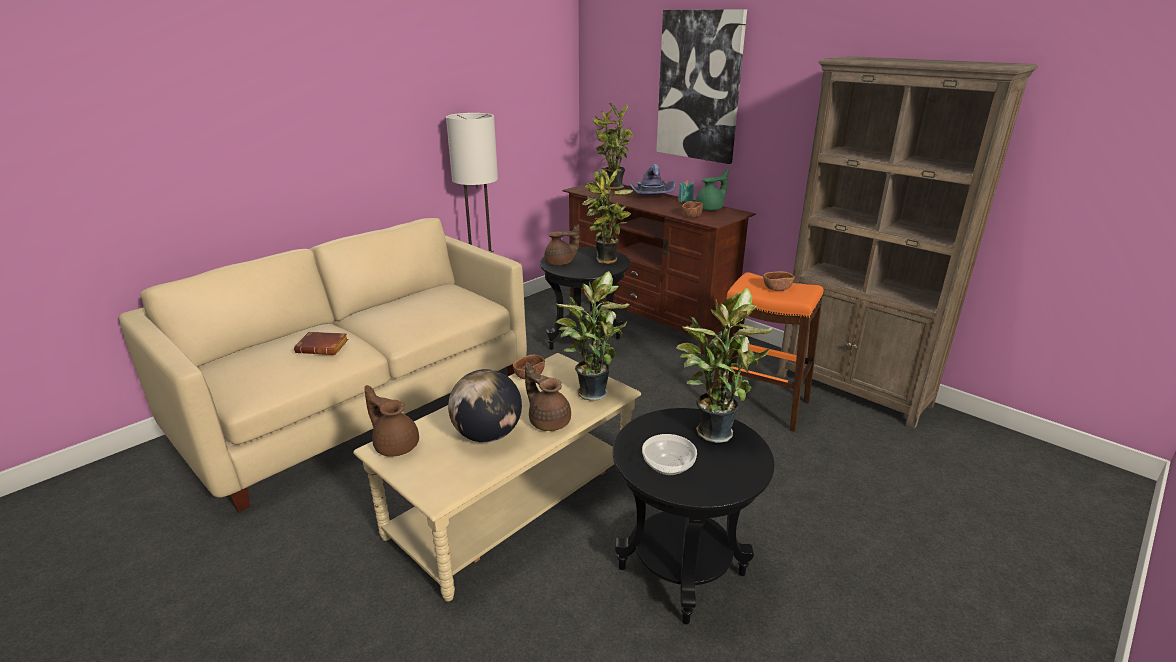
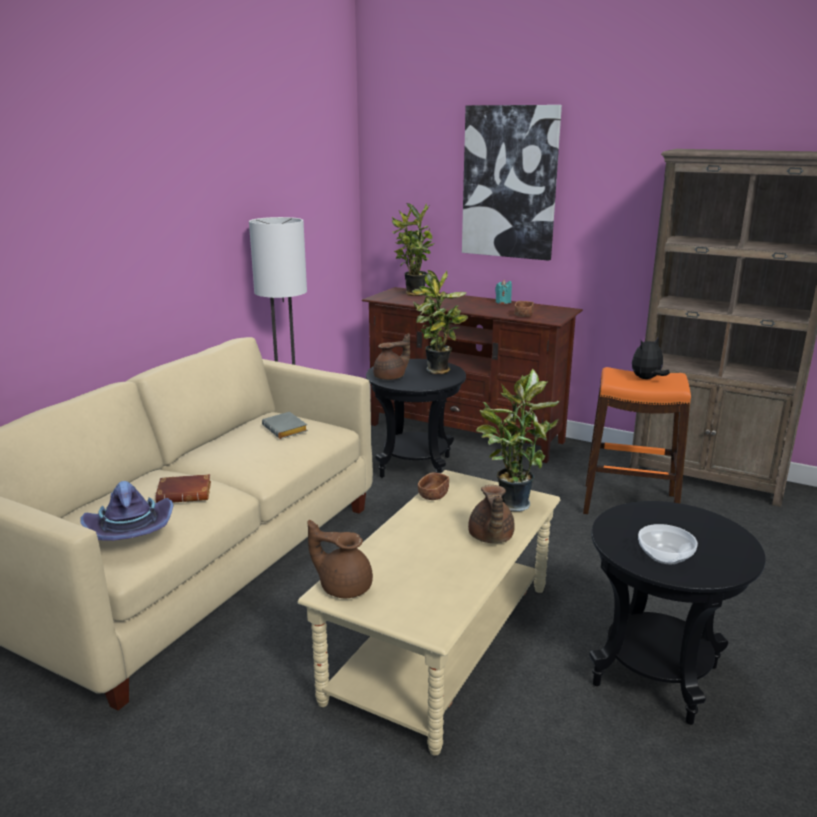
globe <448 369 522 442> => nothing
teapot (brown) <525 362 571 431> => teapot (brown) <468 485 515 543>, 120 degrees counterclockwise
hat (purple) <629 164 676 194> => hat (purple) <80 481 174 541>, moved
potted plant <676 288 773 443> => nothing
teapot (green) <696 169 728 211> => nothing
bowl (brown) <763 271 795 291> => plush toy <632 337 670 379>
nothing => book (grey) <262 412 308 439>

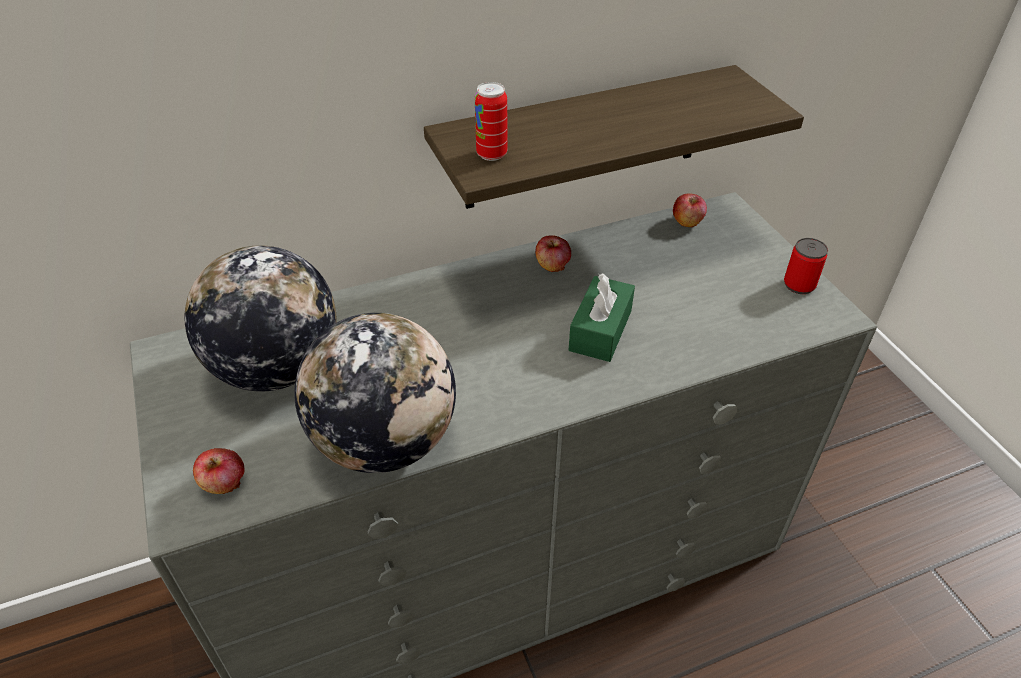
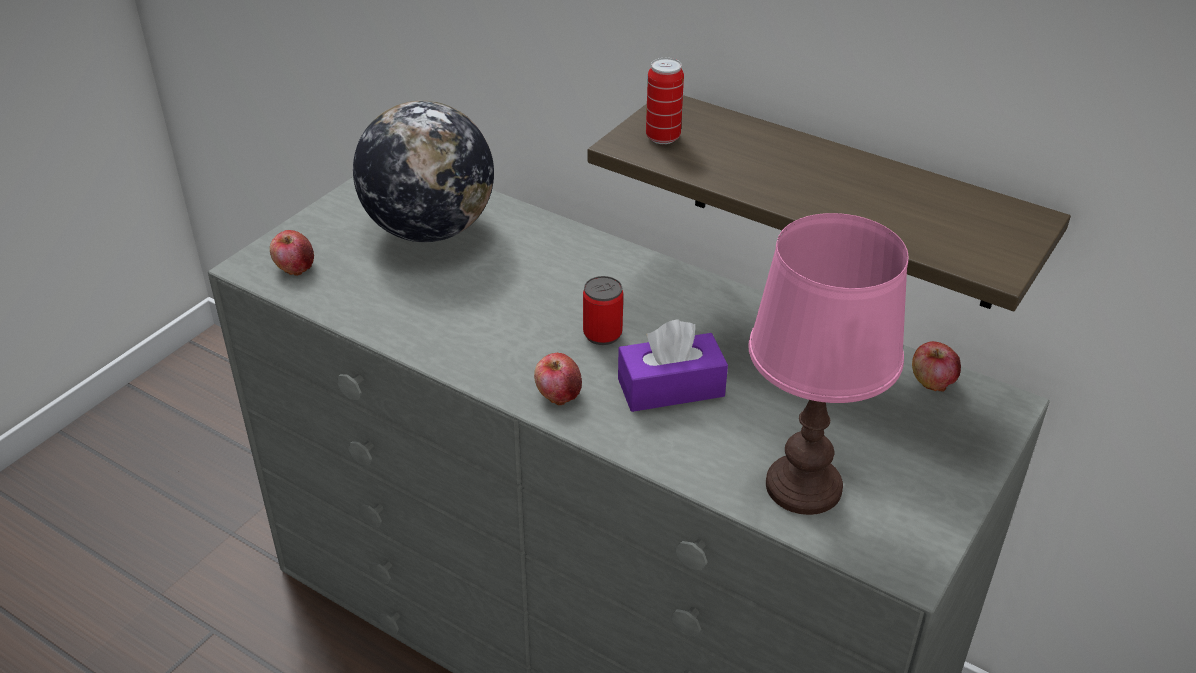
globe <294 313 456 473> => nothing
apple <535 235 571 272> => apple <534 353 582 406>, moved
tissue box (green) <569 273 635 362> => tissue box (purple) <618 319 728 412>
can <784 238 828 294> => can <583 276 623 345>, moved
nothing => table lamp (pink) <748 213 908 515>

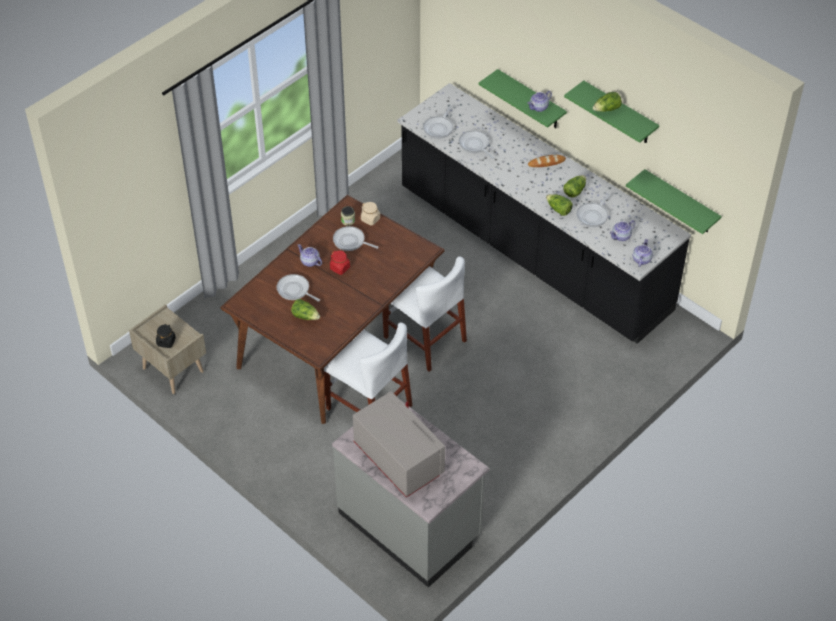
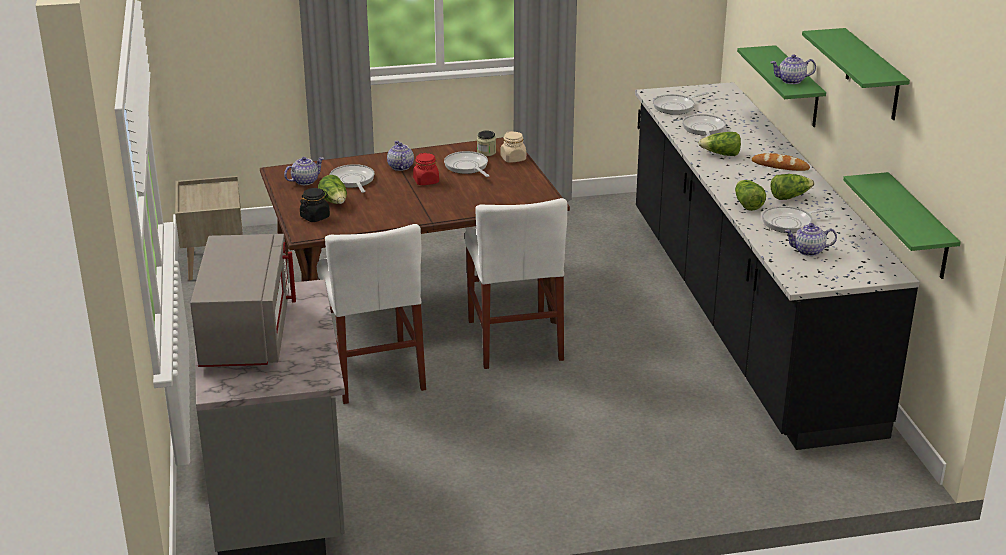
jar (black) <156 324 176 348> => jar (black) <300 188 330 222>, moved
lettuce <593 92 622 112> => lettuce <698 132 741 156>, moved
teapot <633 239 653 267> => teapot <284 157 324 185>, moved

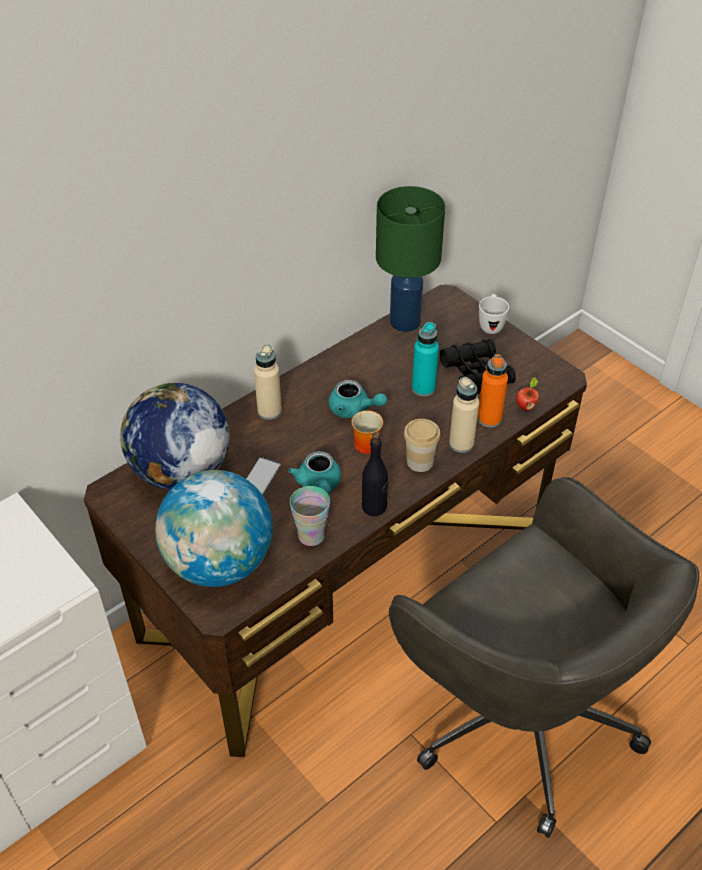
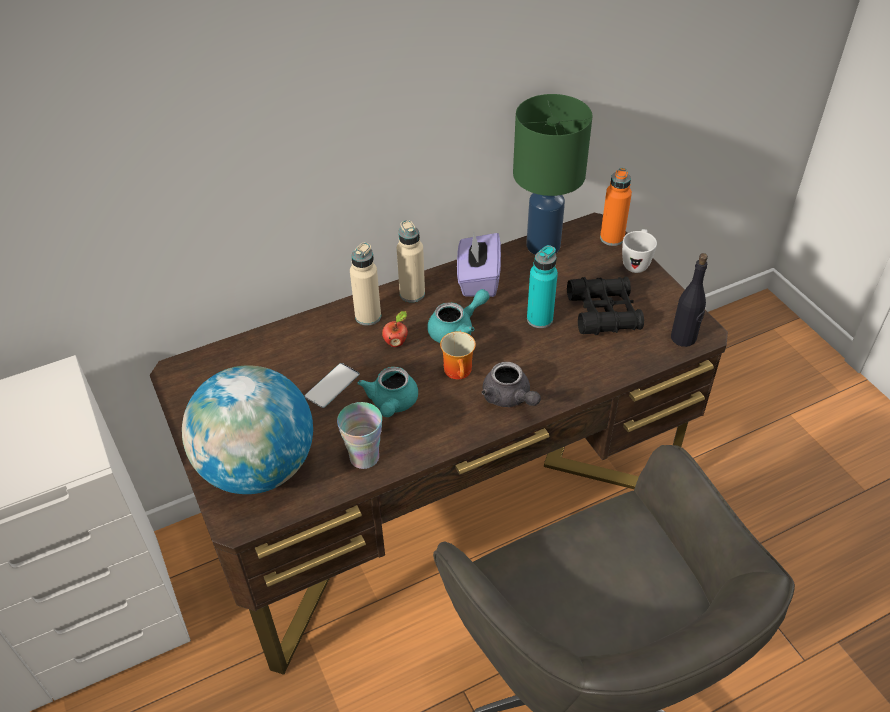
globe <119 383 230 490> => nothing
teapot (turquoise) <328 380 387 418> => teapot (turquoise) <427 289 489 343>, 75 degrees counterclockwise
bottle (black) <362 432 389 517> => bottle (black) <671 253 708 347>, moved
cup <404 419 441 472> => teapot (grey) <482 362 541 407>
bottle (beige) <449 377 479 453> => bottle (beige) <397 220 425 303>, moved
bottle (orange) <477 354 508 428> => bottle (orange) <600 168 632 246>, moved
apple <516 377 539 411> => apple <382 311 408 347>, moved
nothing => tissue box (purple) <457 232 501 297>

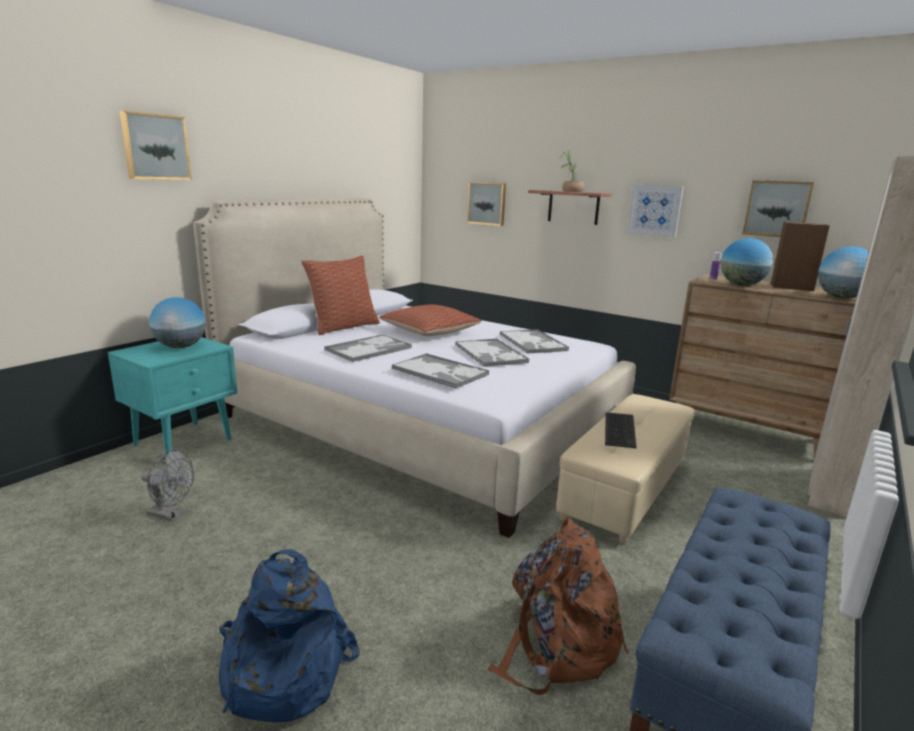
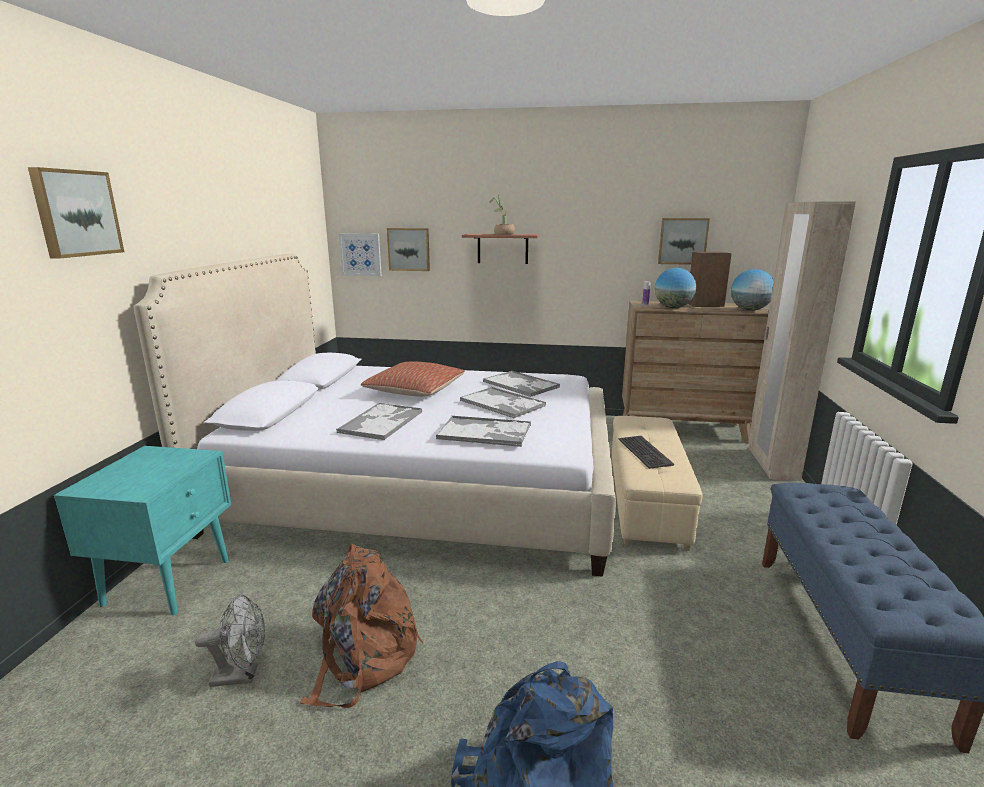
globe <149 297 206 348> => nothing
pillow <301 256 380 335> => nothing
backpack (brown) <488 517 628 695> => backpack (brown) <300 543 423 708>, moved
picture <627 184 684 237> => picture <338 234 382 276>, moved

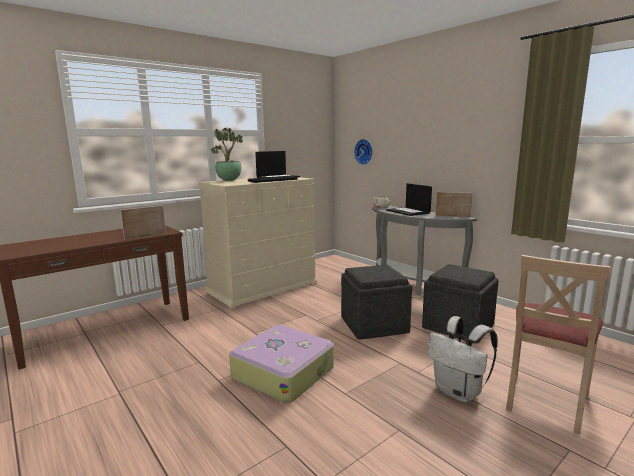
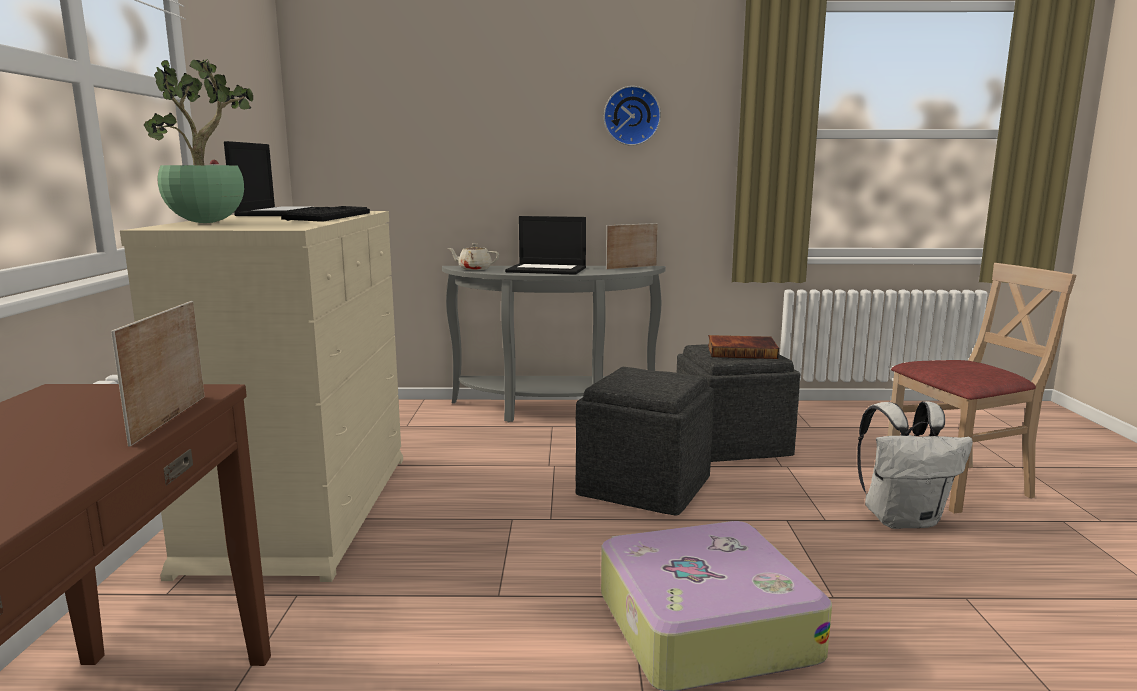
wall clock <354 139 373 165> => wall clock <604 86 661 146>, moved
chair (beige) <506 255 611 435> => chair (beige) <888 263 1077 514>, 90 degrees counterclockwise
nothing => book <708 335 779 359>

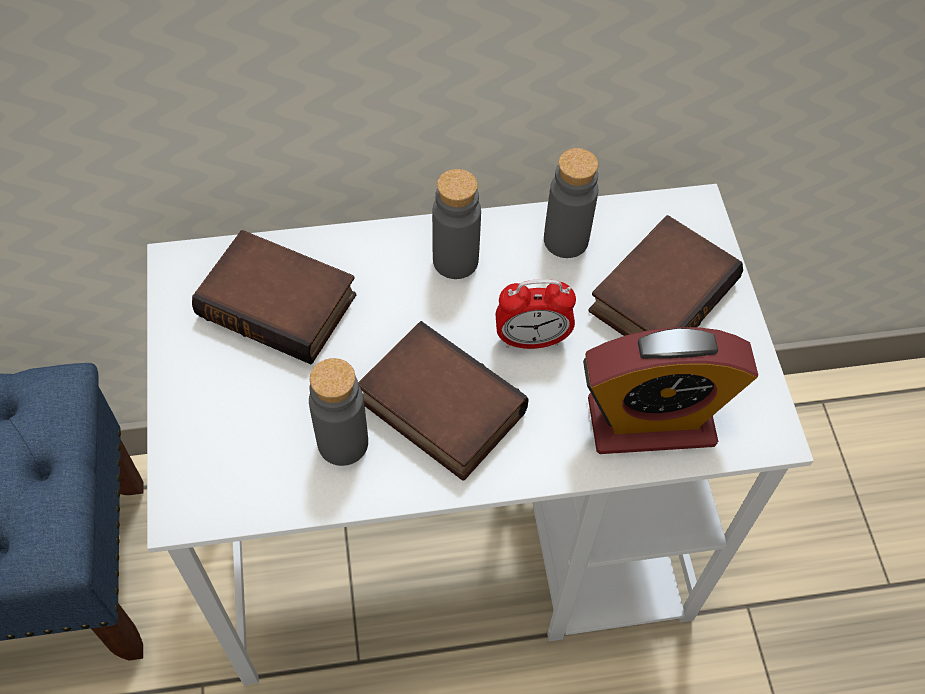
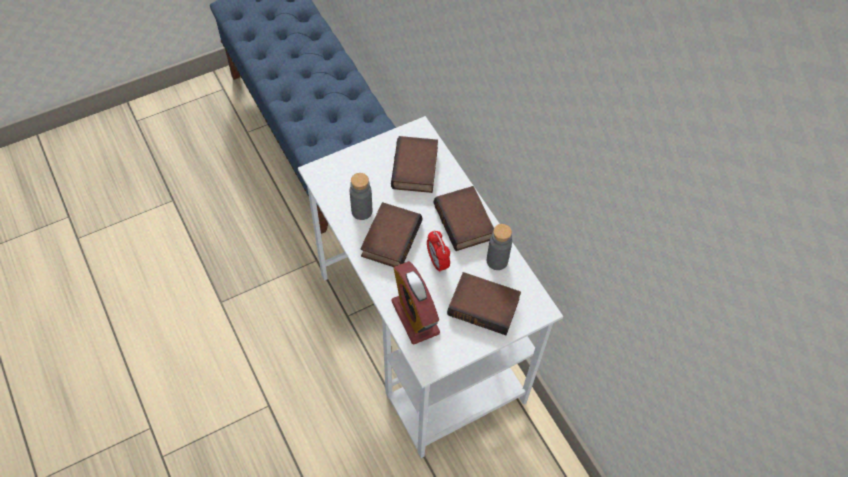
bottle (grey) <432 169 481 279> => book <434 186 494 251>

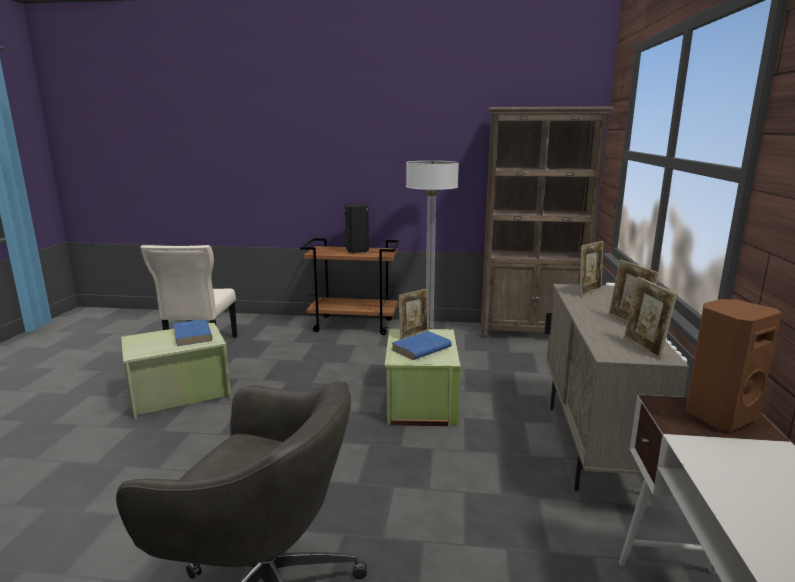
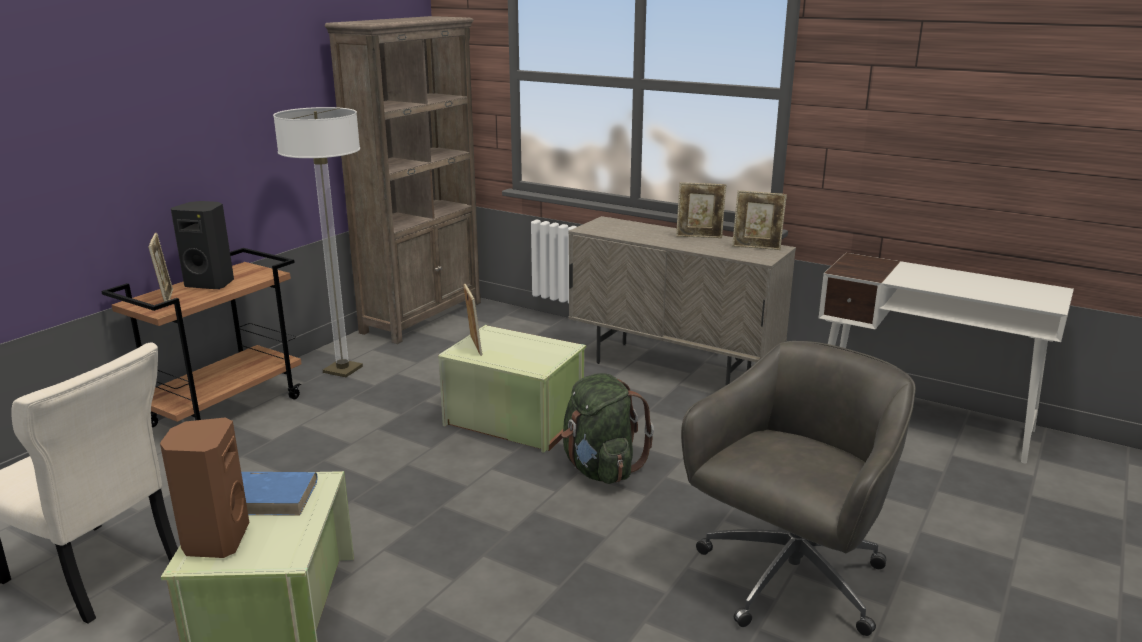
book (blue) <392 331 452 360> => nothing
picture frame <579 241 604 296> => picture frame <148 233 173 307>, moved
speaker (brown) <686 299 782 431> => speaker (brown) <160 417 249 558>, moved
nothing => backpack (green) <561 373 654 484>

